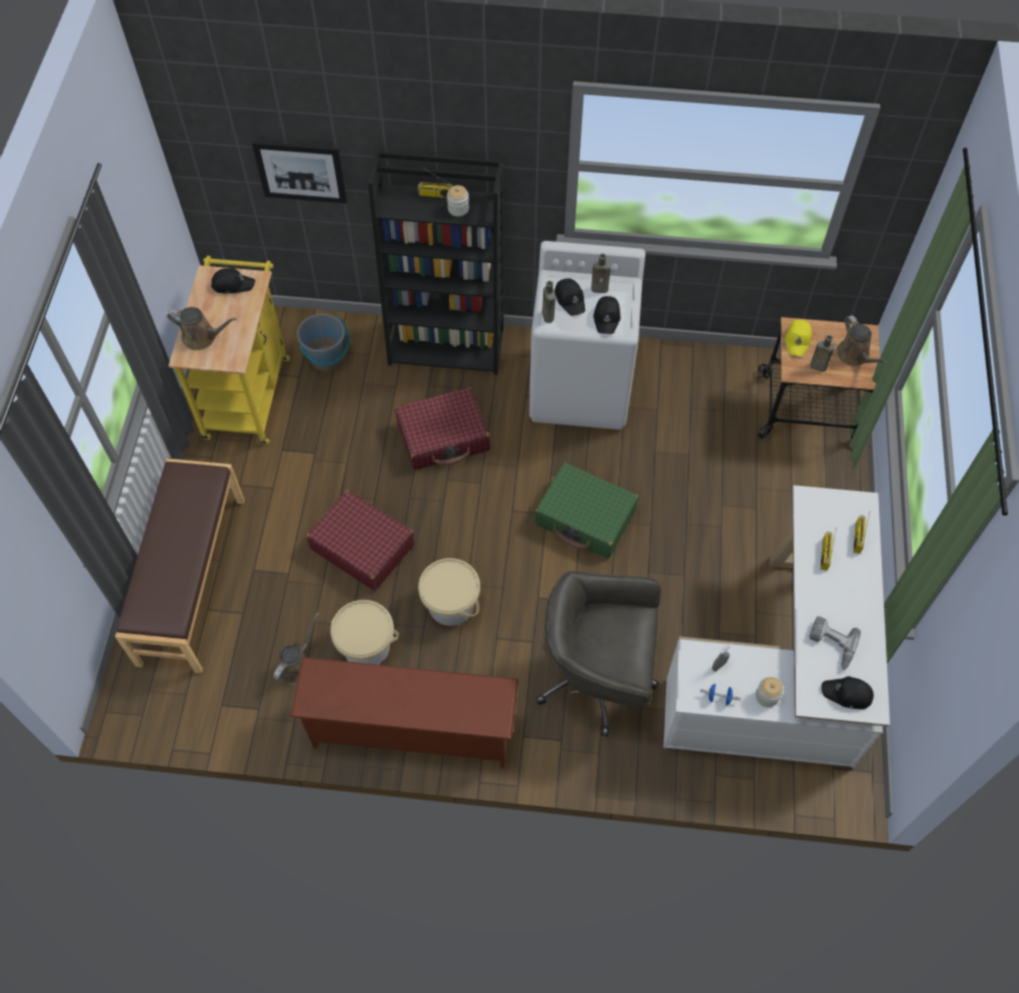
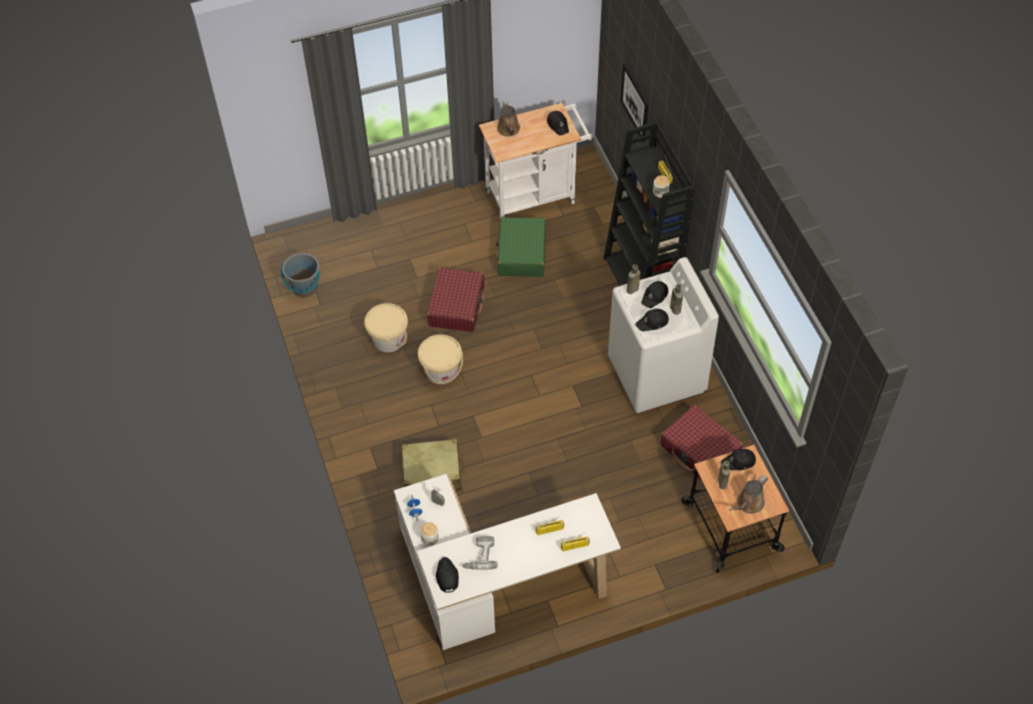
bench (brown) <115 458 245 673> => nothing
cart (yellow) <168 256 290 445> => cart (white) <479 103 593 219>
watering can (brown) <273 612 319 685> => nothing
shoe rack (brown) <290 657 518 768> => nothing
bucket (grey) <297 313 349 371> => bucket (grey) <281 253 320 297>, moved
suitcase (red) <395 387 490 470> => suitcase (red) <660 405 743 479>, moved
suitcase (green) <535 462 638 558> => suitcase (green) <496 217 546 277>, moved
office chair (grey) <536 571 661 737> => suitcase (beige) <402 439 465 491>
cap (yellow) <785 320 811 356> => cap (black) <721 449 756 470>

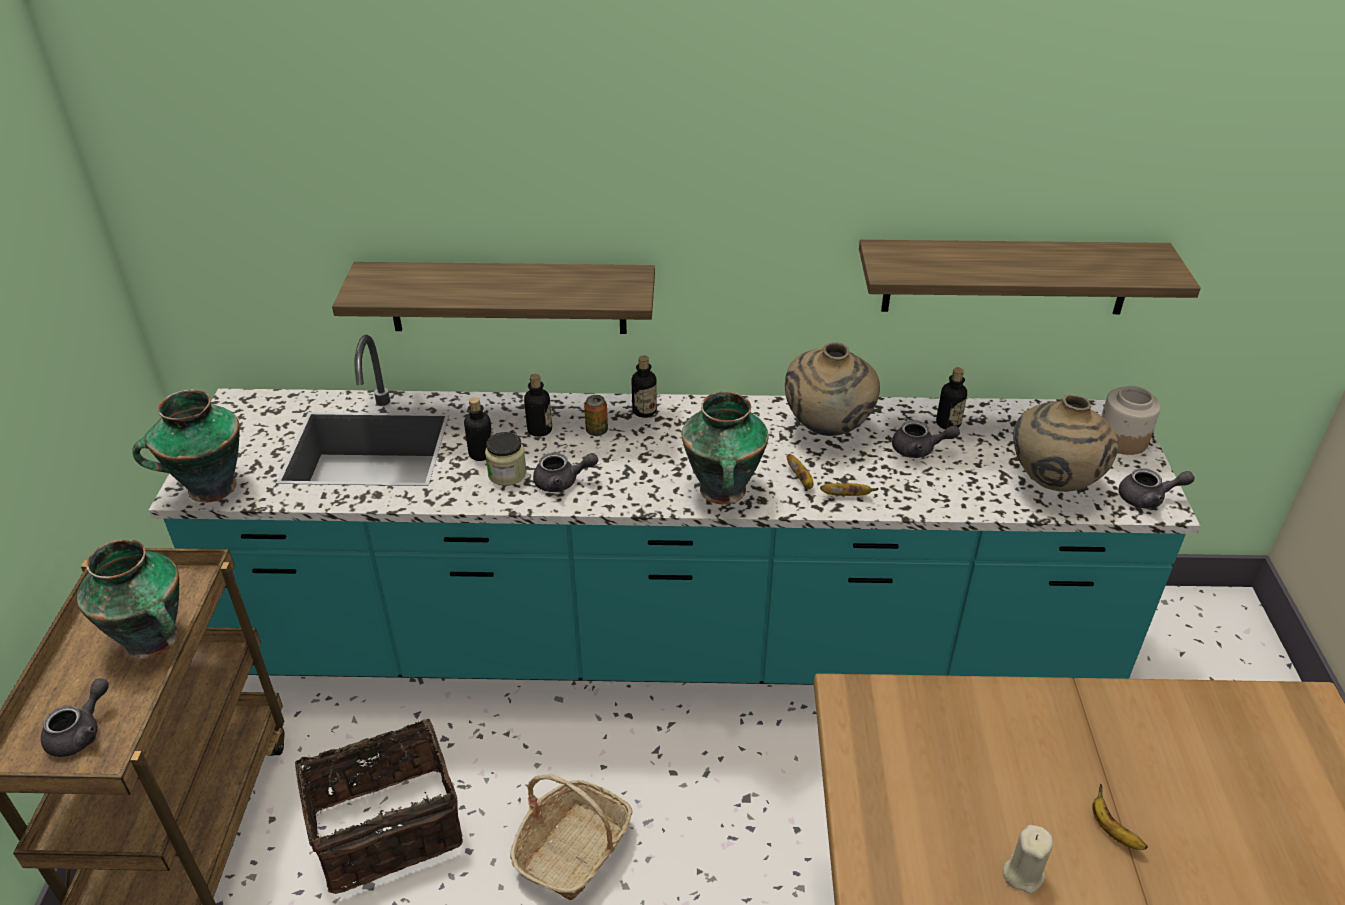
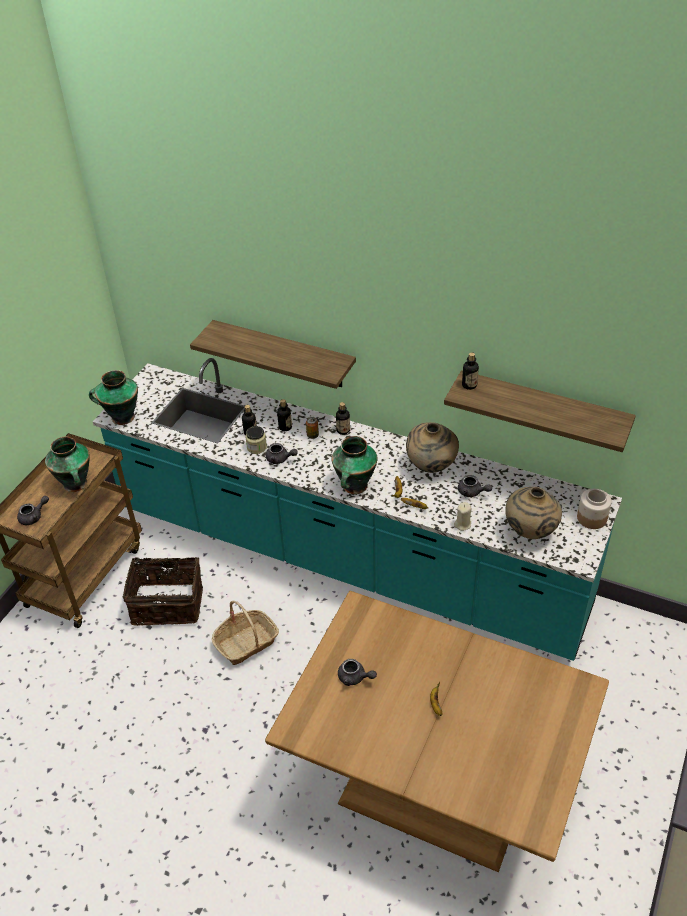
bottle <936 368 967 429> => bottle <462 352 479 390>, moved
candle (beige) <1003 825 1053 894> => candle (beige) <454 502 471 531>, moved
teapot (grey) <1119 468 1195 509> => teapot (grey) <338 659 377 686>, moved

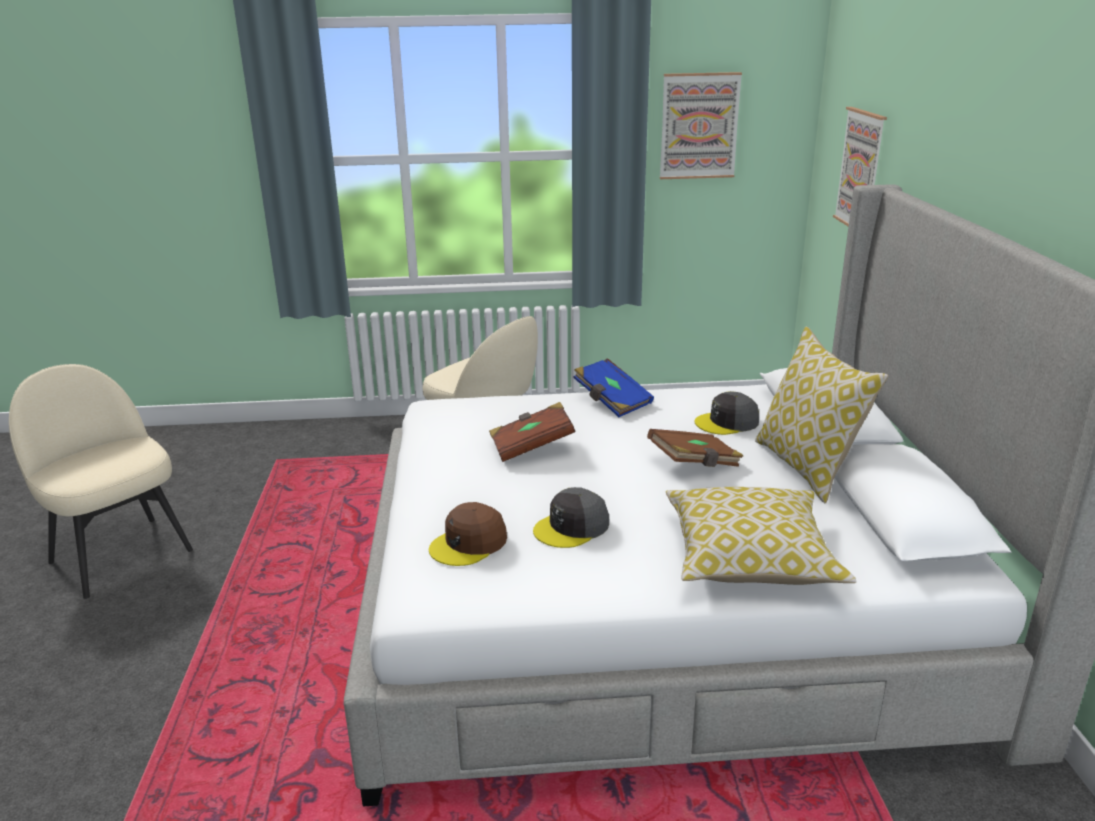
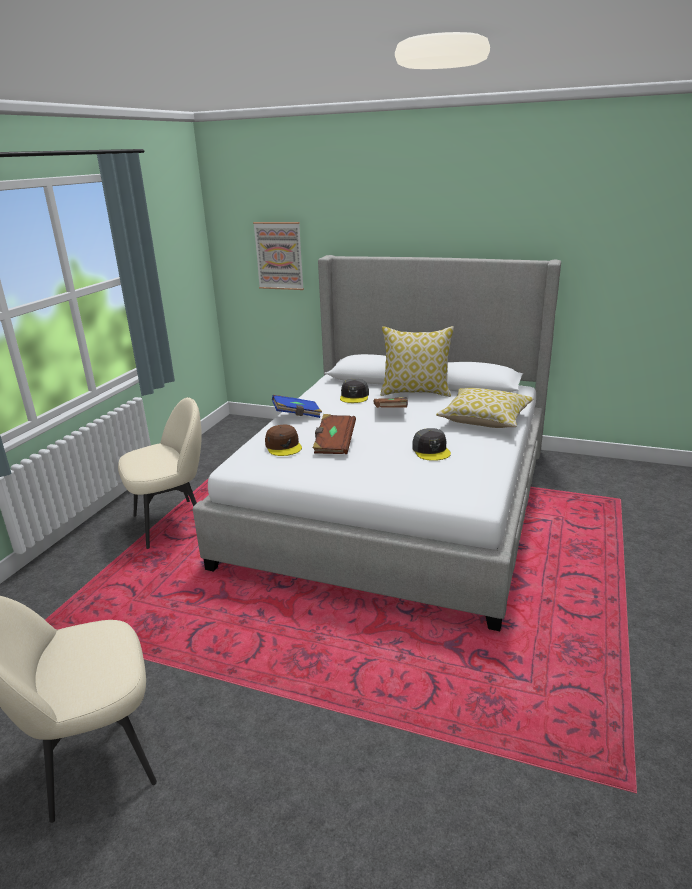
cap (brown) <429 502 507 566> => cap (brown) <265 424 302 456>, moved
picture <660 72 742 179> => nothing

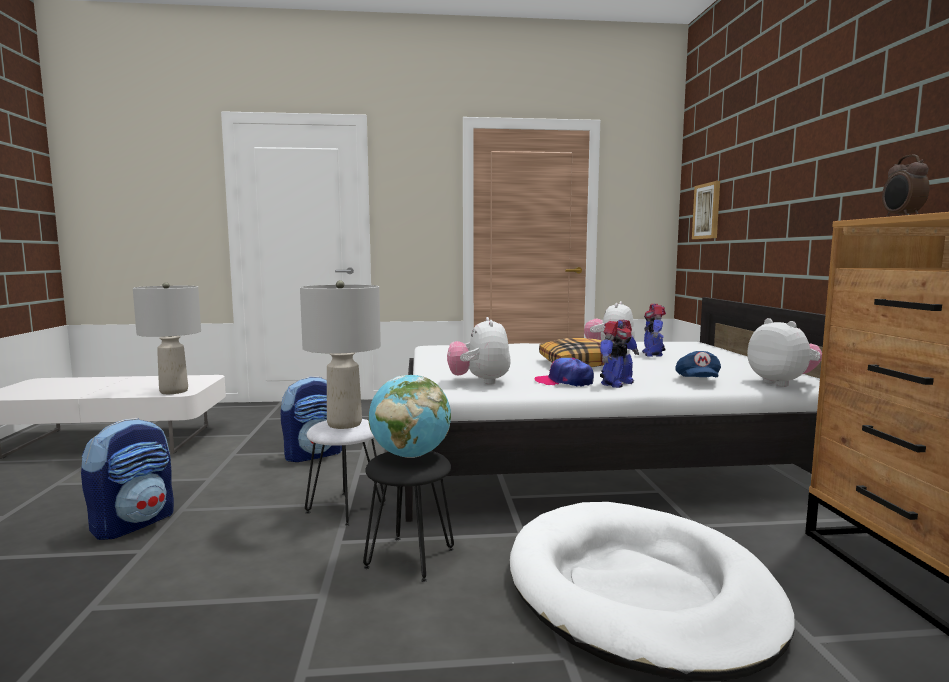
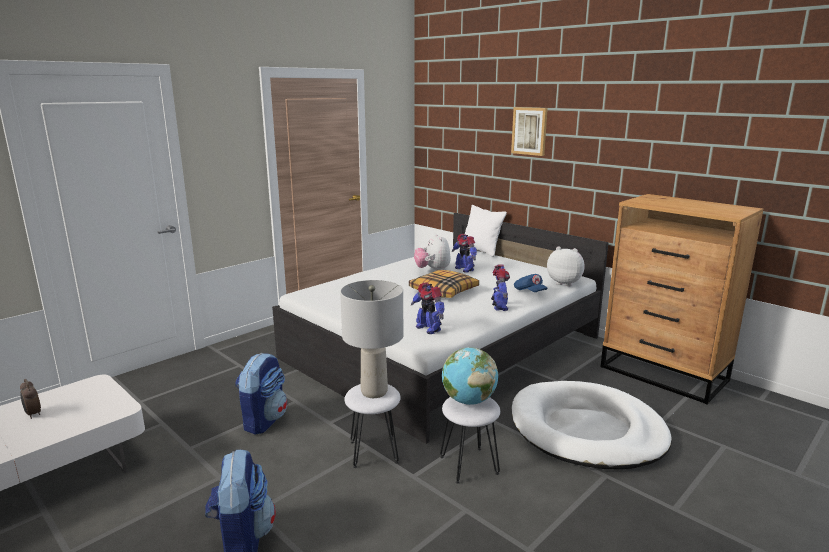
table lamp (grey) <133 282 201 394> => nothing
stool (black) <363 451 454 582> => stool (white) <440 397 500 484>
plush toy <447 317 511 385> => toy robot <411 283 445 334>
cap <534 358 594 387> => nothing
picture <692 181 720 239> => picture <511 107 548 156>, moved
alarm clock <882 155 930 217> => alarm clock <20 379 41 419>, moved
nothing => pillow (white) <465 205 507 257>

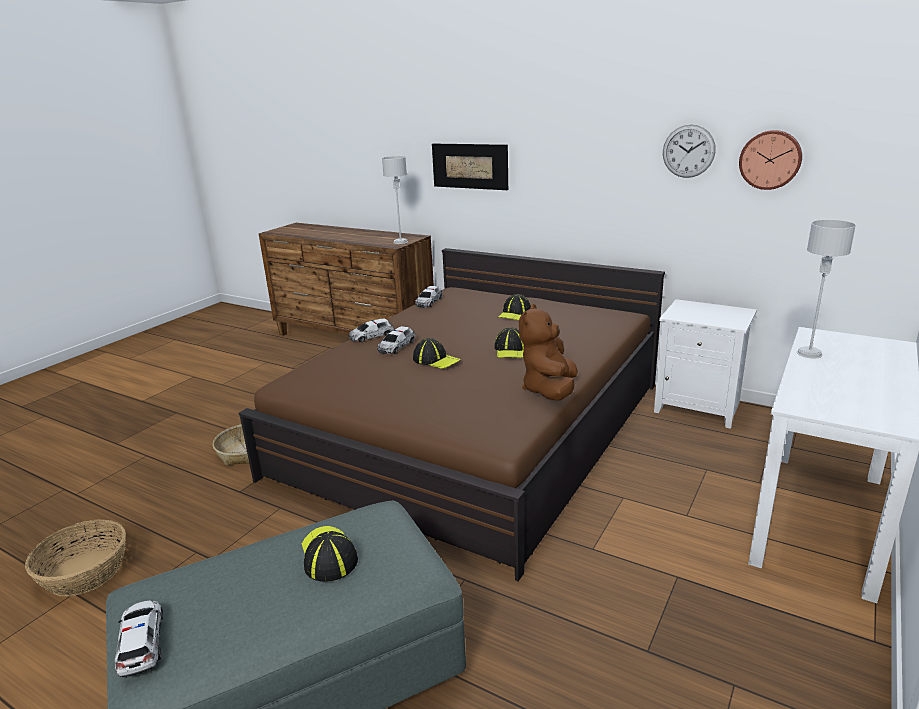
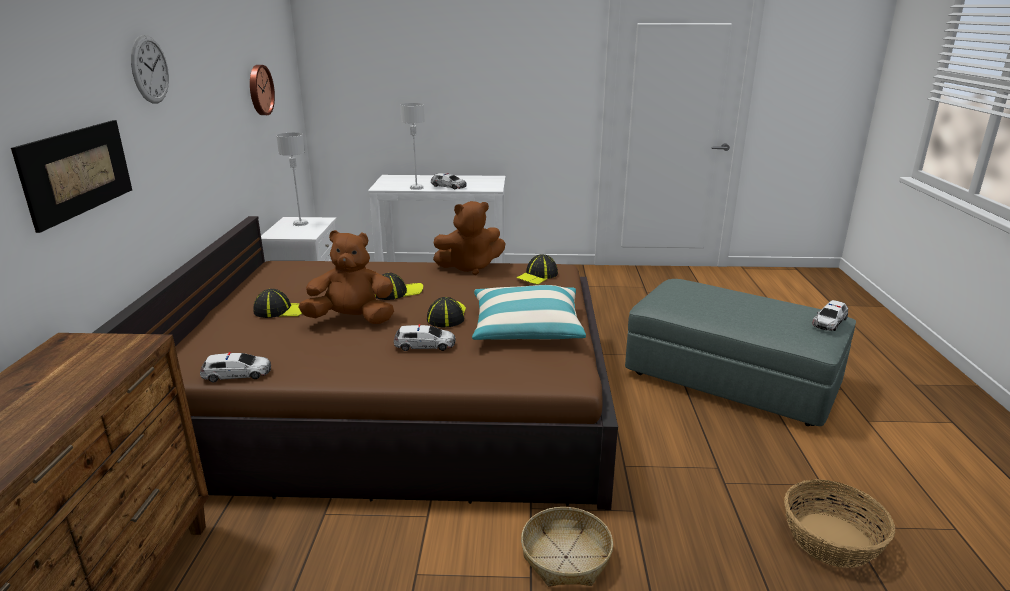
cap <302 526 358 582> => cap <516 254 558 285>, moved
toy car <349 318 394 342> => toy car <431 173 467 190>, moved
table lamp (grey) <382 156 408 244> => table lamp (grey) <276 133 309 226>, moved
wall clock <663 124 716 178> => wall clock <131 35 169 104>, moved
nothing => plush toy (brown) <298 230 394 324>
nothing => pillow <472 285 586 340>

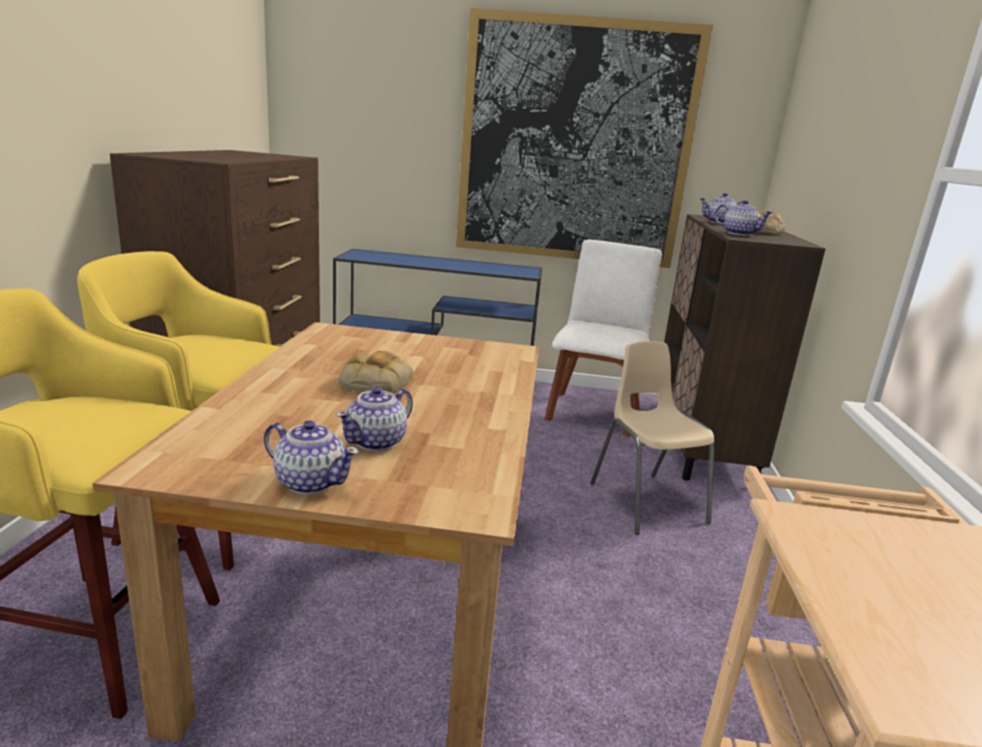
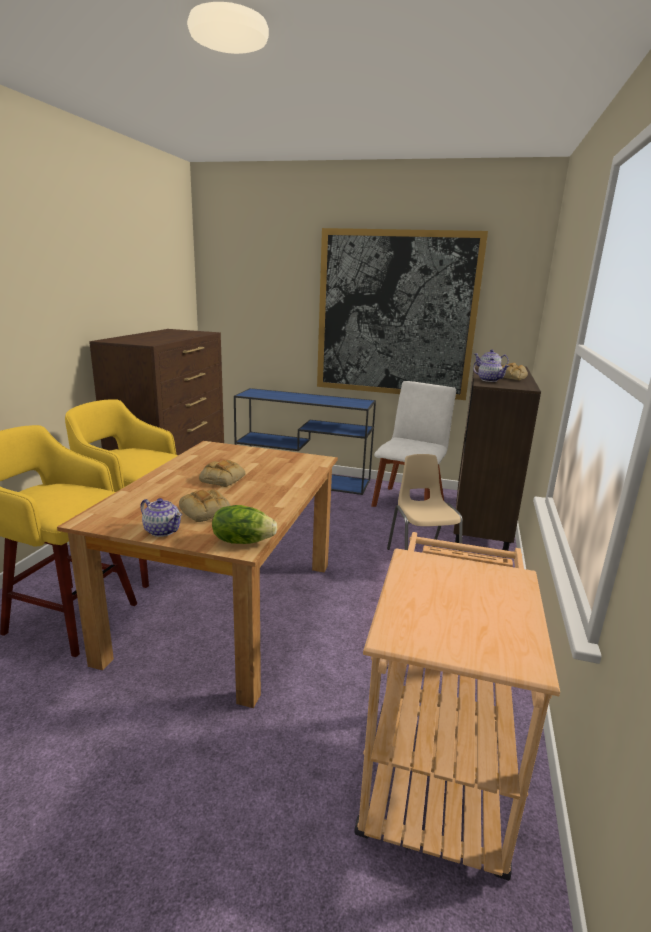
teapot <336 386 413 451> => bread <179 489 231 522>
nothing => lettuce <212 505 278 544>

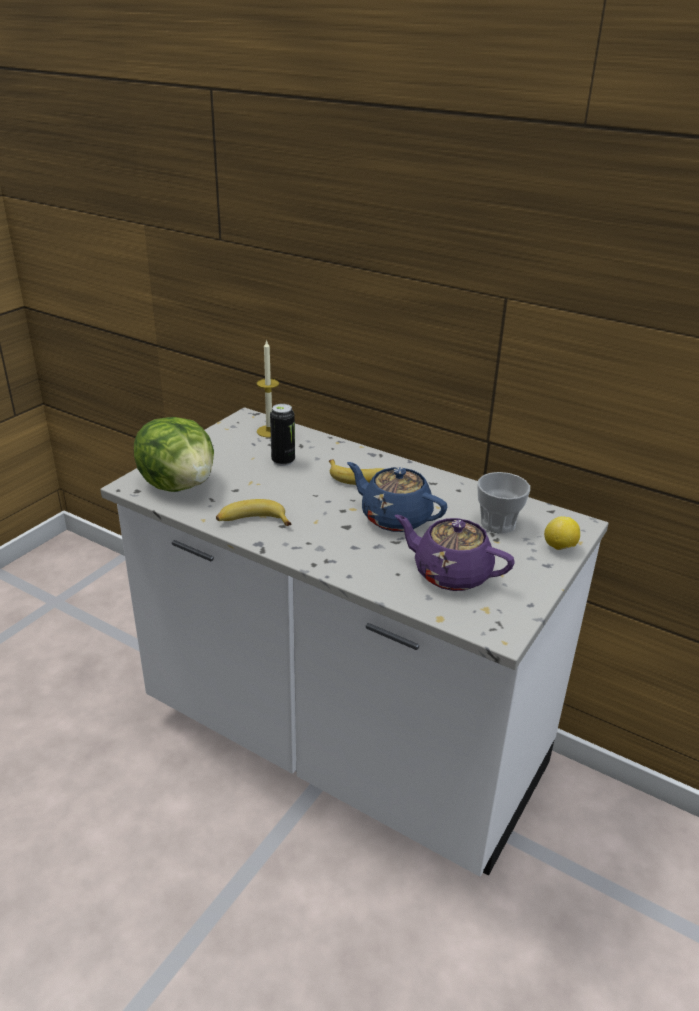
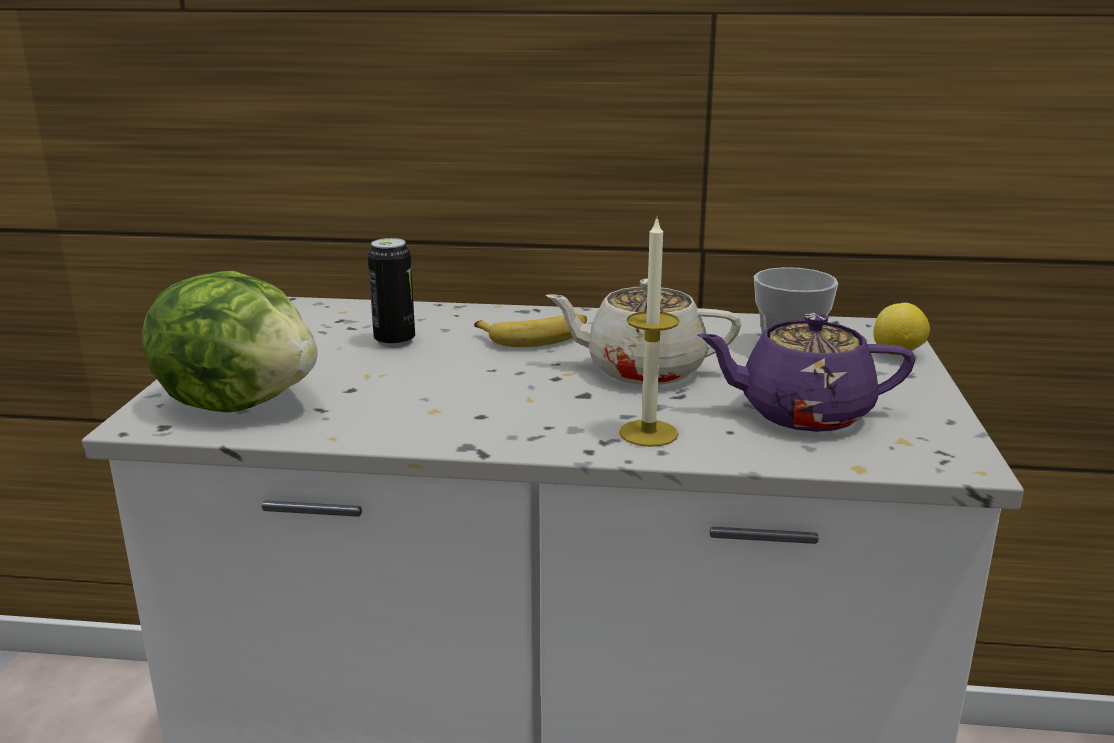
banana <216 499 291 526> => nothing
candle <257 339 279 437> => candle <619 215 680 447>, moved
teapot (blue) <347 462 447 532> => teapot (beige) <545 279 741 385>

